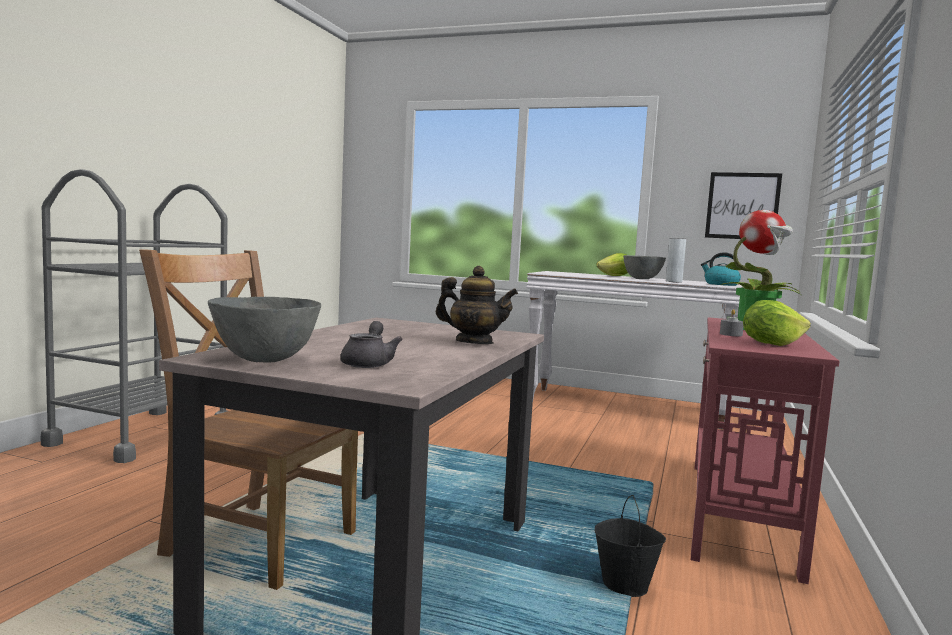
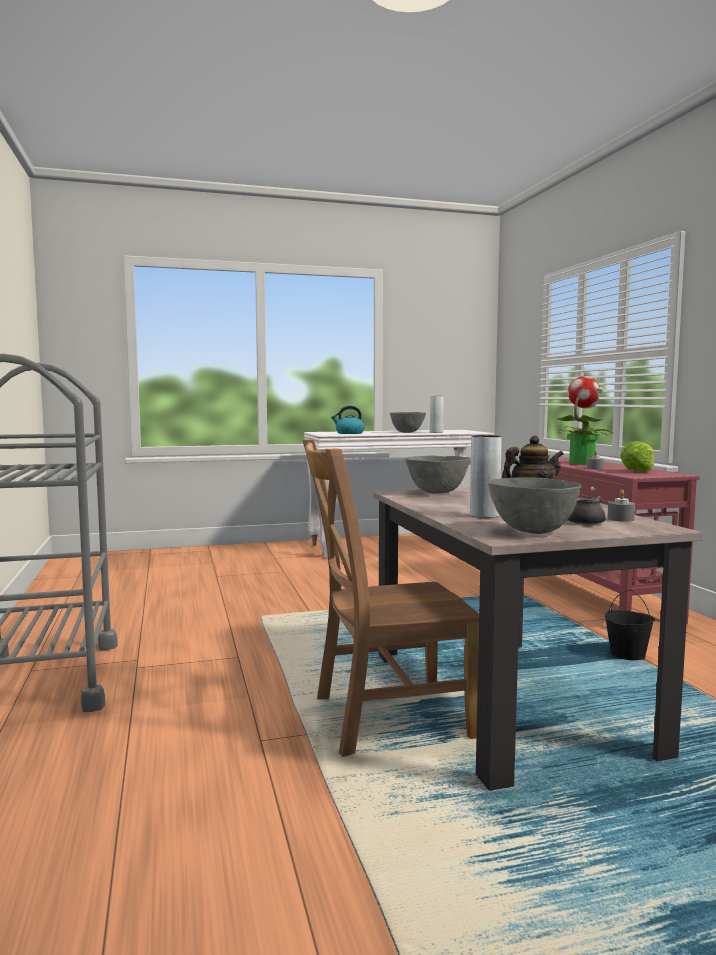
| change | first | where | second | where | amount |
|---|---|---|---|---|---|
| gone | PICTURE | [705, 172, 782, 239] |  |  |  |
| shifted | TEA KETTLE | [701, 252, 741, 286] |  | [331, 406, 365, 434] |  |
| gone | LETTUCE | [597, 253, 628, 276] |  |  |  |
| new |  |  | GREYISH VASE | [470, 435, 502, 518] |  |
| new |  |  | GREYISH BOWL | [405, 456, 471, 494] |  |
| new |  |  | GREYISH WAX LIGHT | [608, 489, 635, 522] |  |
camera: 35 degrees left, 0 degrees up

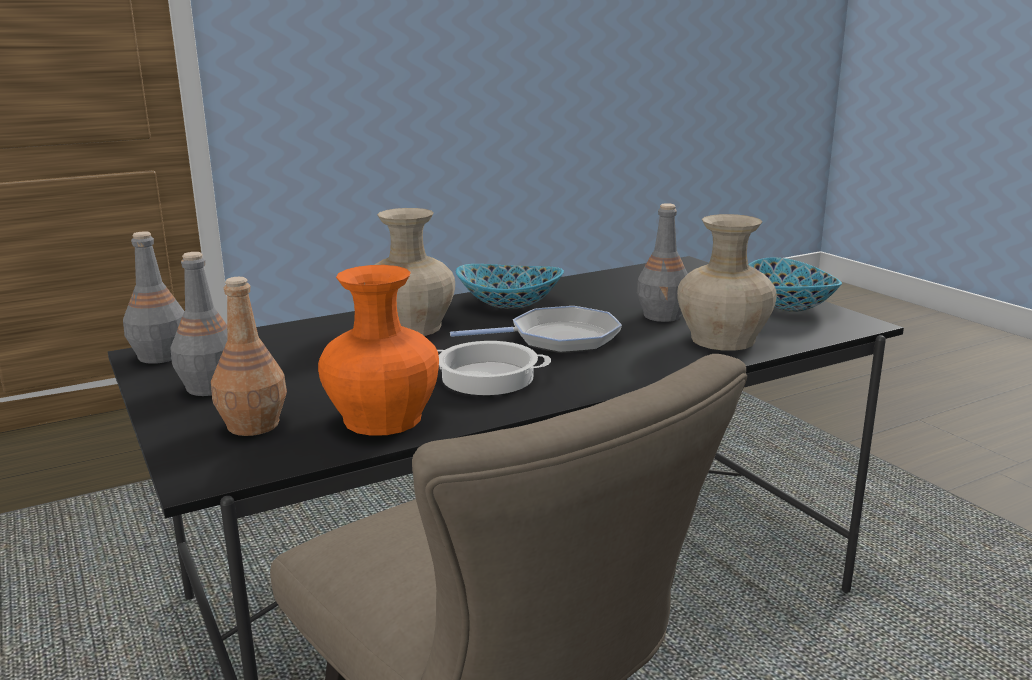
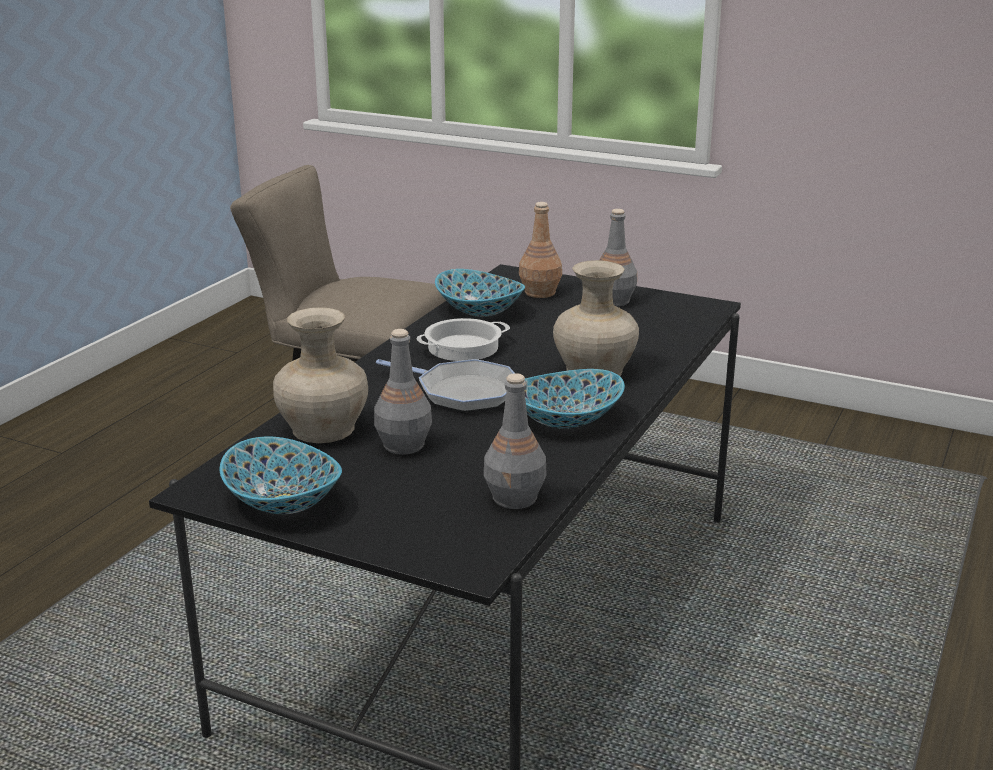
| change | first | where | second | where | amount |
|---|---|---|---|---|---|
| shifted | GREYISH BOTTLE | [123, 231, 184, 364] |  | [484, 373, 547, 509] |  |
| swapped | ORANGE VASE | [318, 265, 439, 436] | BOWL | [435, 269, 525, 317] |  |
| rotated | SKILLET | [450, 306, 622, 353] |  | [376, 359, 514, 412] | 105 degrees counterclockwise |
camera: 145 degrees right, 5 degrees up

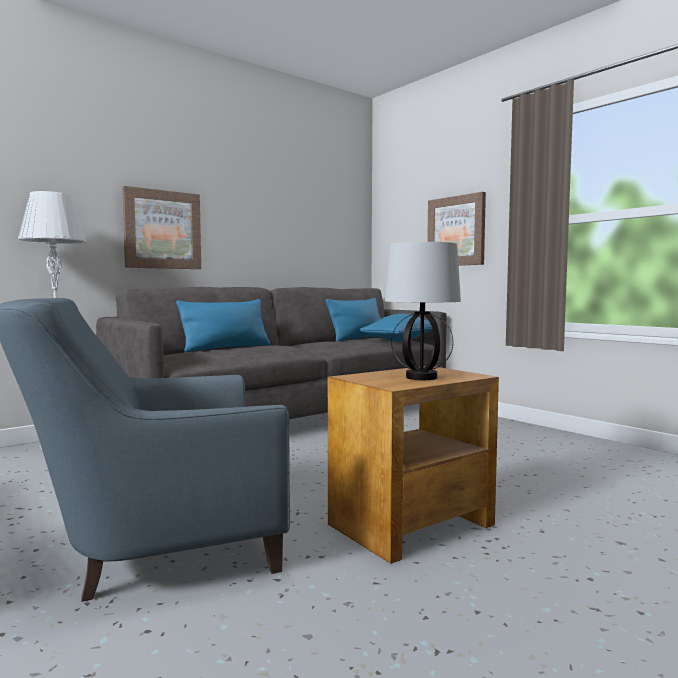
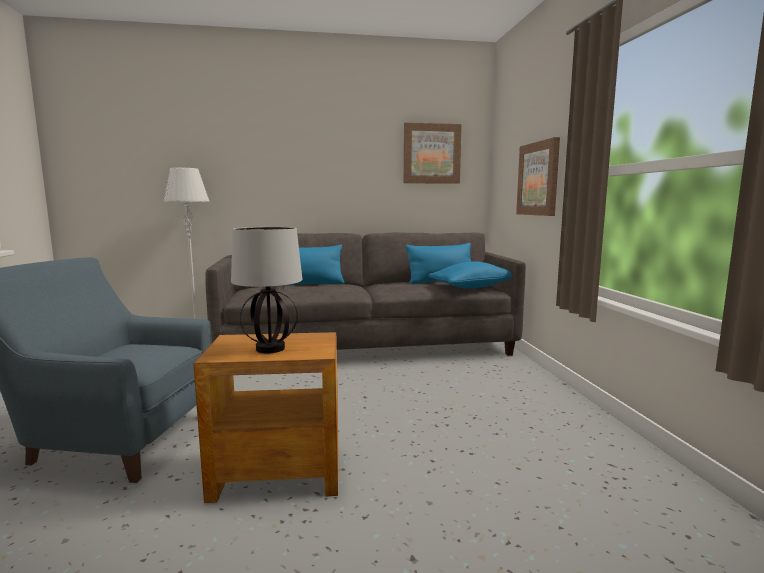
| change | first | where | second | where | amount |
|---|---|---|---|---|---|
| shifted | PICTURE | [122, 186, 201, 269] |  | [404, 123, 462, 184] |  |
camera: 30 degrees right, 5 degrees up

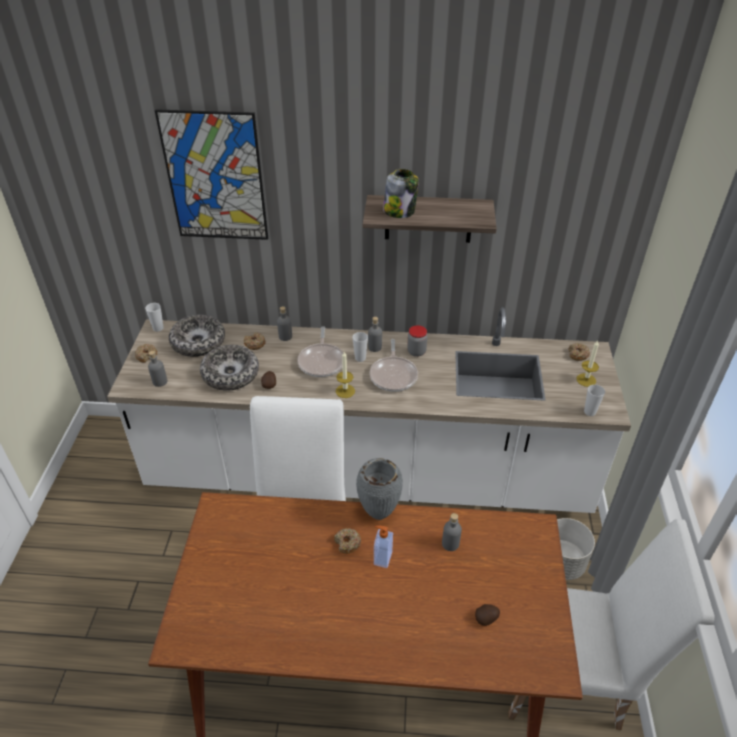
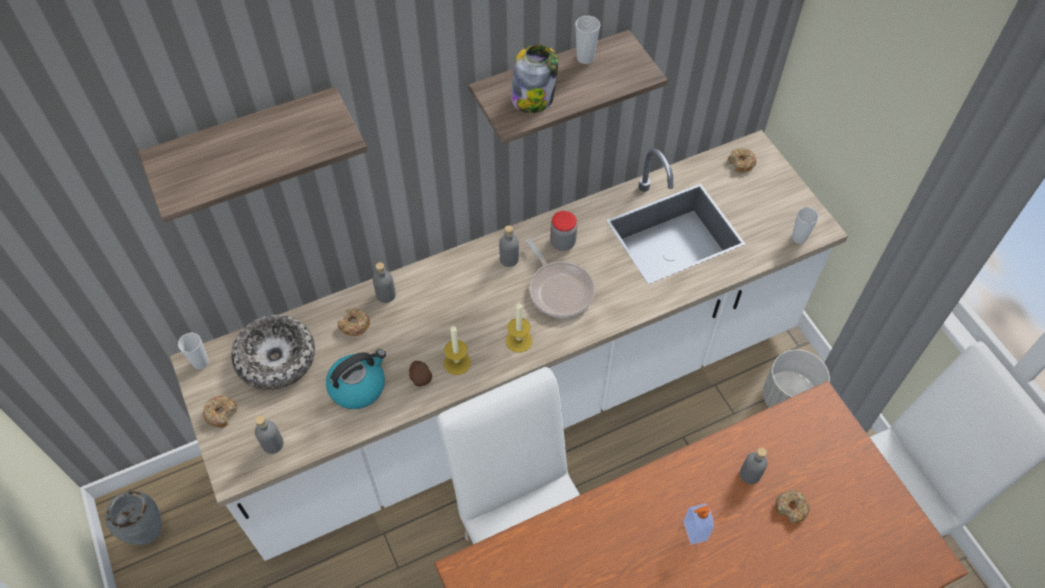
| change | first | where | second | where | amount |
|---|---|---|---|---|---|
| swapped | PICTURE | [155, 109, 268, 240] | WALL SHELF | [138, 87, 367, 223] |  |
| gone | SKILLET | [297, 326, 343, 377] |  |  |  |
| shifted | CUP | [352, 332, 368, 362] |  | [575, 16, 600, 64] |  |
| shifted | WAX LIGHT | [576, 340, 599, 387] |  | [444, 326, 471, 375] |  |
| swapped | BOWL | [200, 345, 259, 391] | TEA KETTLE | [326, 349, 386, 409] |  |
| shifted | GREYISH VASE | [356, 458, 403, 520] |  | [105, 491, 162, 545] |  |
| shifted | DONUT | [334, 528, 361, 554] |  | [775, 490, 810, 524] |  |
| gone | SPUD | [475, 604, 500, 626] |  |  |  |
camera: 30 degrees left, 15 degrees up

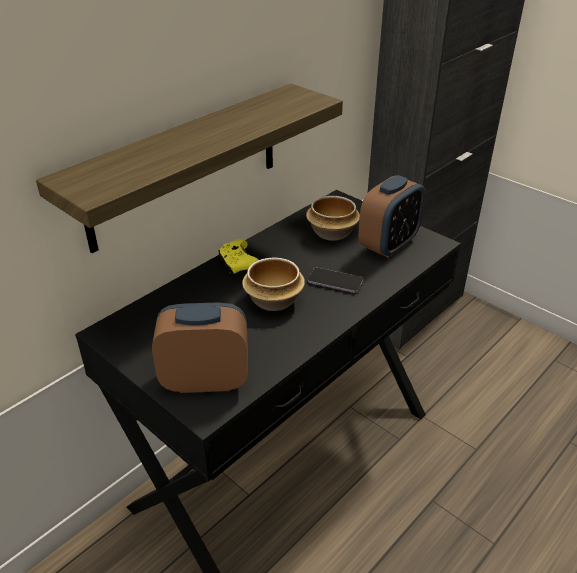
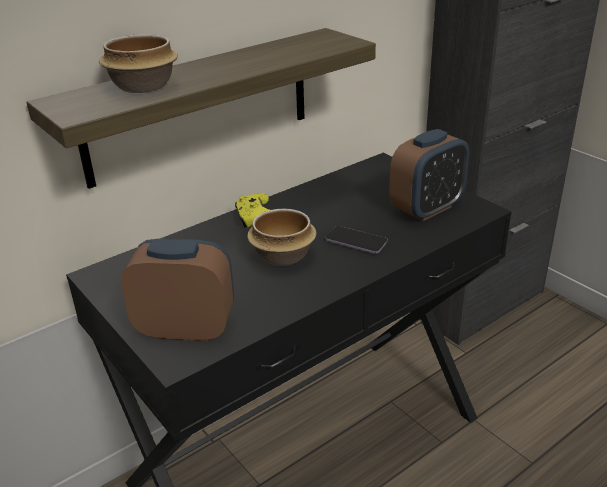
| change | first | where | second | where | amount |
|---|---|---|---|---|---|
| shifted | BOWL | [306, 196, 360, 241] |  | [99, 34, 178, 93] |  |
camera: 10 degrees right, 5 degrees down

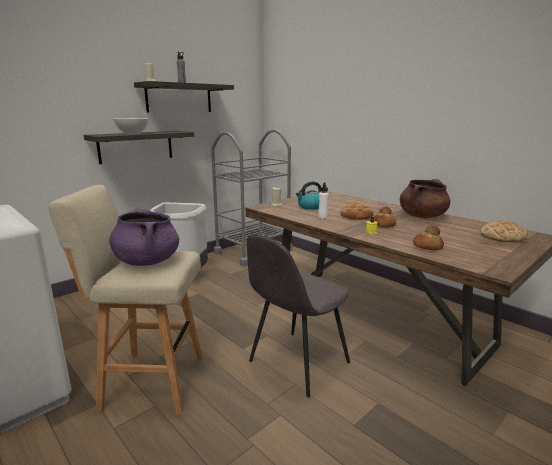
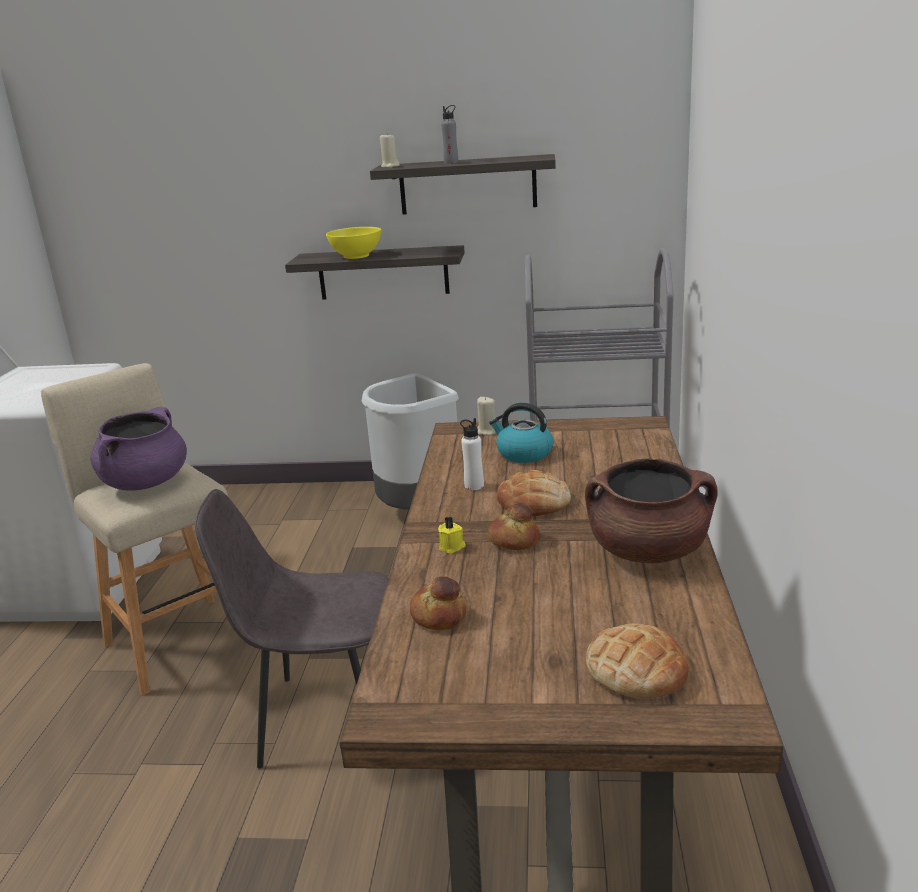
| change | first | where | second | where | amount |
|---|---|---|---|---|---|
| repainted | WHITE BOWL | [113, 118, 148, 134] | YELLOW BOWL | [326, 227, 381, 259] |  |
camera: 50 degrees right, 5 degrees up

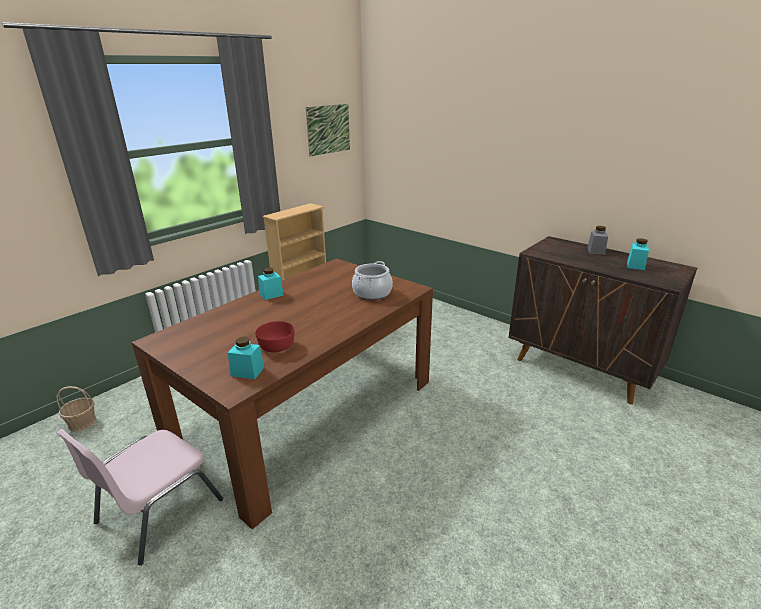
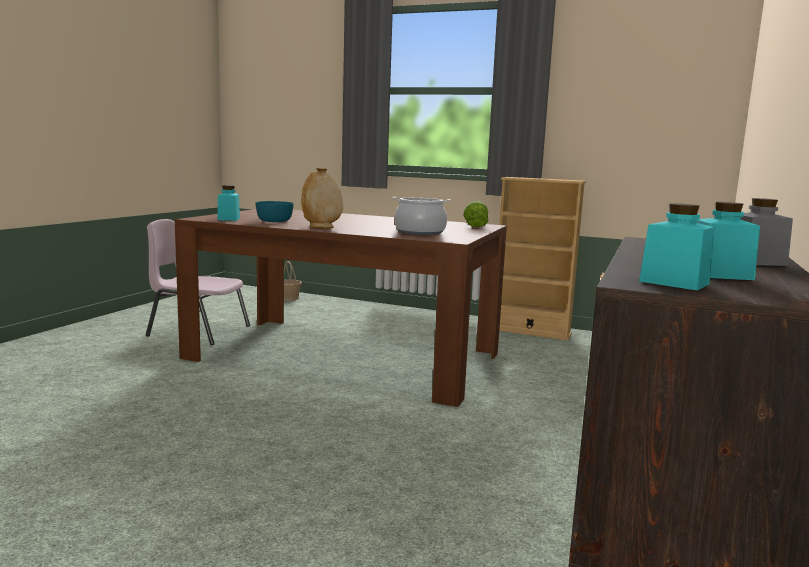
| change | first | where | second | where | amount |
|---|---|---|---|---|---|
| gone | PICTURE | [306, 104, 350, 156] |  |  |  |
| shifted | BLUE-GREEN STORAGE JAR | [258, 268, 284, 300] |  | [639, 203, 715, 291] |  |
| repainted | RED-COLOURED BOWL | [255, 321, 294, 353] | BLUE-GREEN BOWL | [255, 201, 294, 222] |  |
| new |  |  | BEIGE VASE | [301, 168, 343, 229] |  |
| new |  |  | LETTUCE | [463, 201, 488, 227] |  |
camera: 70 degrees right, 15 degrees down

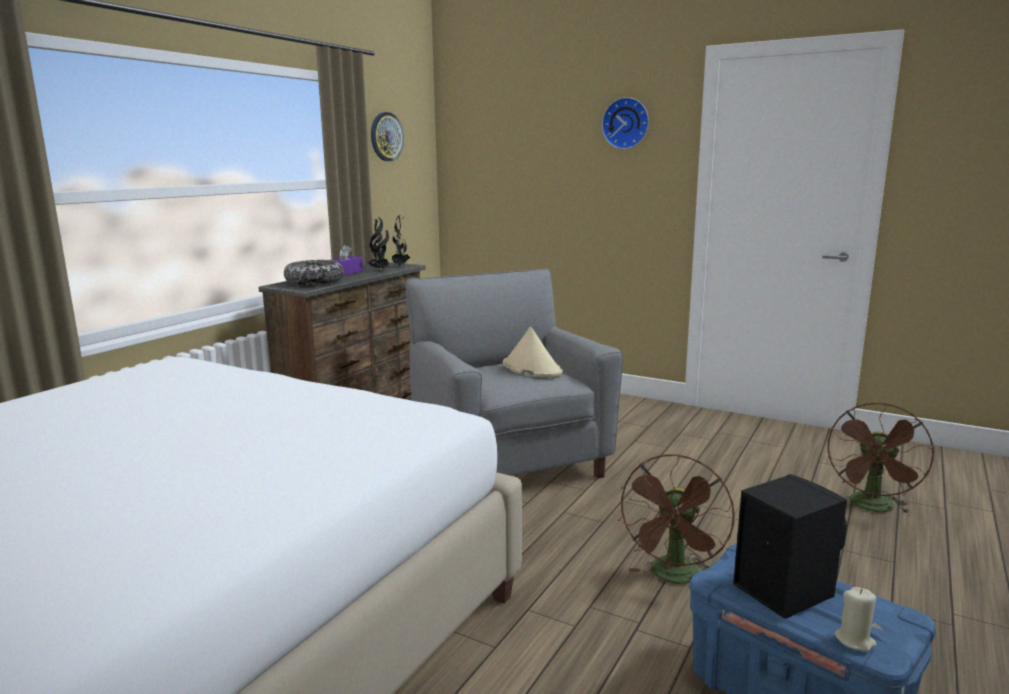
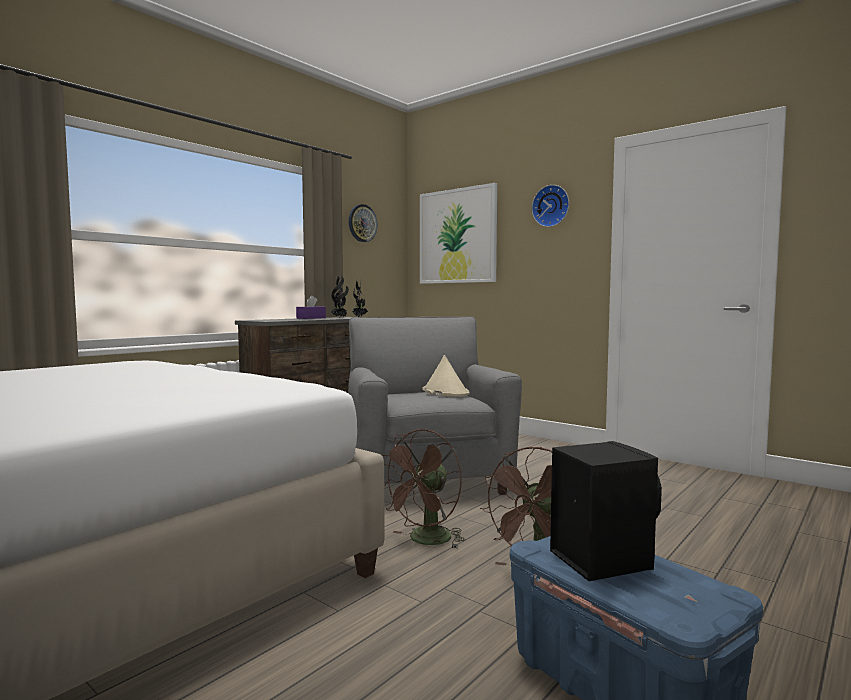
| change | first | where | second | where | amount |
|---|---|---|---|---|---|
| gone | BOWL | [284, 260, 344, 285] |  |  |  |
| shifted | BROWN FAN | [828, 403, 934, 514] |  | [382, 429, 465, 548] |  |
| gone | BEIGE WAX LIGHT | [834, 587, 877, 652] |  |  |  |
| new |  |  | PICTURE | [420, 183, 497, 284] |  |
camera: 10 degrees right, 10 degrees down

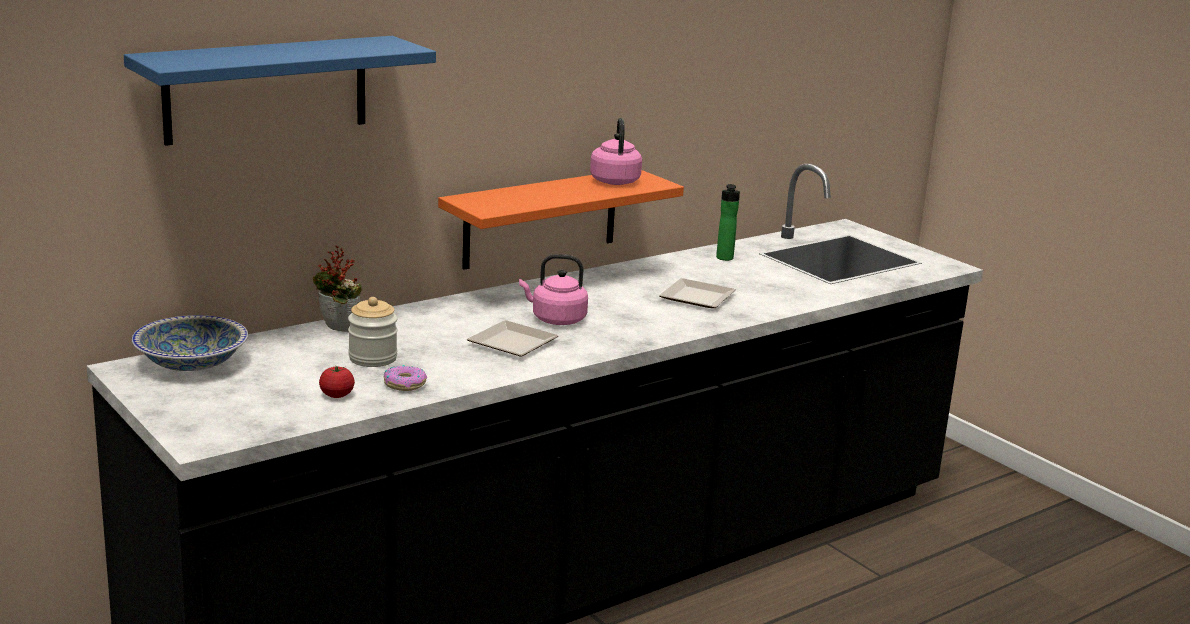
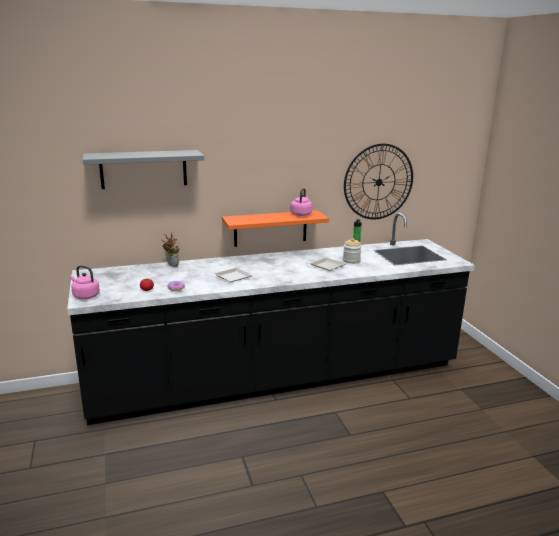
| change | first | where | second | where | amount |
|---|---|---|---|---|---|
| repainted | BLUISH WALL SHELF | [124, 36, 436, 146] | GREYISH WALL SHELF | [83, 150, 204, 189] |  |
| shifted | PINK-COLOURED TEA KETTLE | [519, 254, 588, 325] |  | [70, 265, 100, 299] |  |
| shifted | STORAGE JAR | [348, 297, 398, 367] |  | [343, 238, 361, 264] |  |
| gone | BOWL | [132, 315, 248, 371] |  |  |  |
| new |  |  | HANGING CLOCK | [344, 144, 413, 219] |  |
camera: 20 degrees right, 0 degrees up

